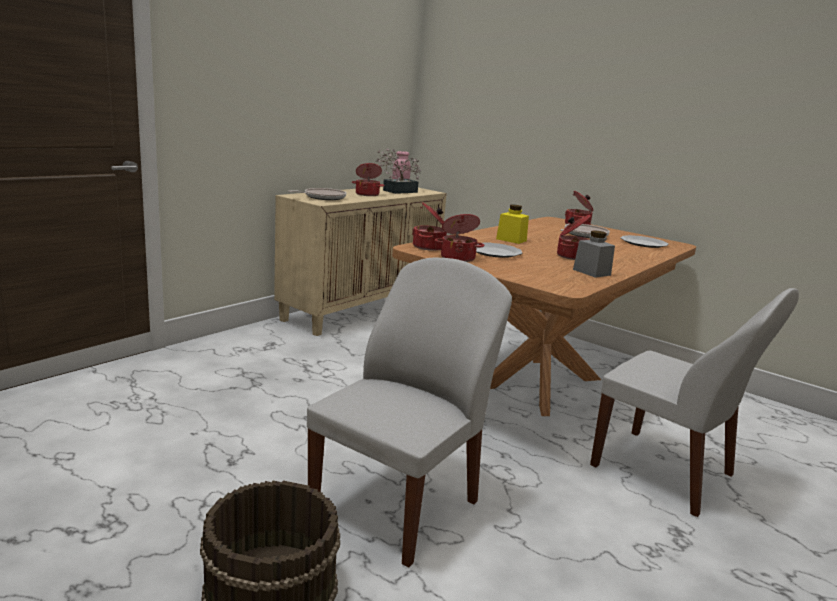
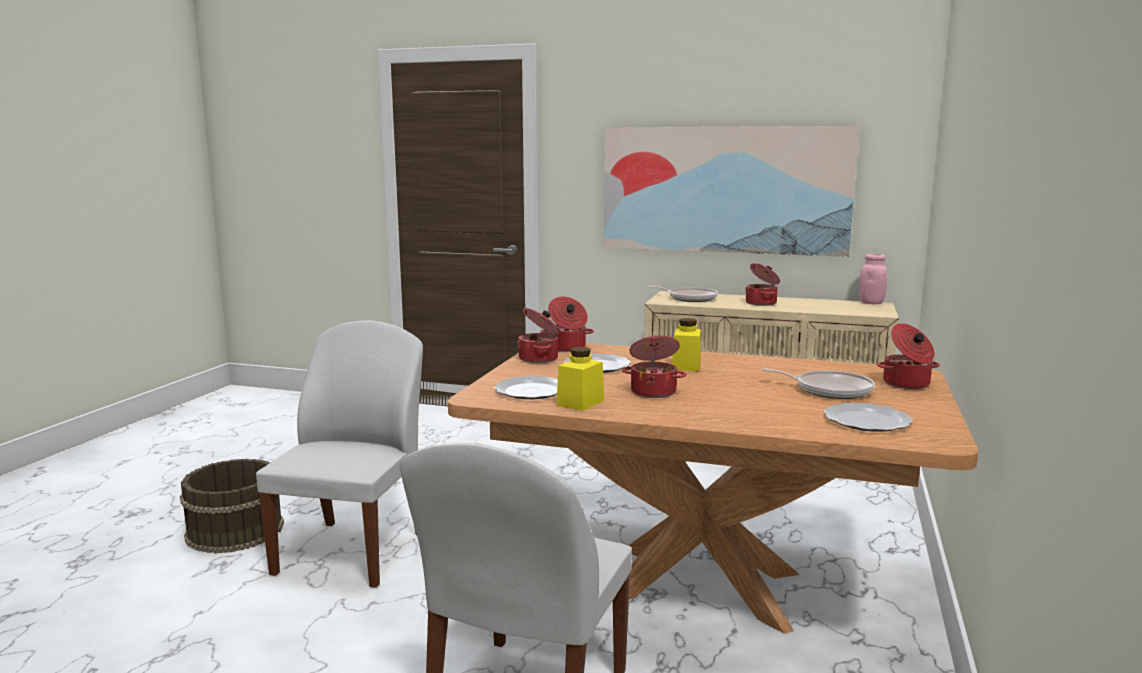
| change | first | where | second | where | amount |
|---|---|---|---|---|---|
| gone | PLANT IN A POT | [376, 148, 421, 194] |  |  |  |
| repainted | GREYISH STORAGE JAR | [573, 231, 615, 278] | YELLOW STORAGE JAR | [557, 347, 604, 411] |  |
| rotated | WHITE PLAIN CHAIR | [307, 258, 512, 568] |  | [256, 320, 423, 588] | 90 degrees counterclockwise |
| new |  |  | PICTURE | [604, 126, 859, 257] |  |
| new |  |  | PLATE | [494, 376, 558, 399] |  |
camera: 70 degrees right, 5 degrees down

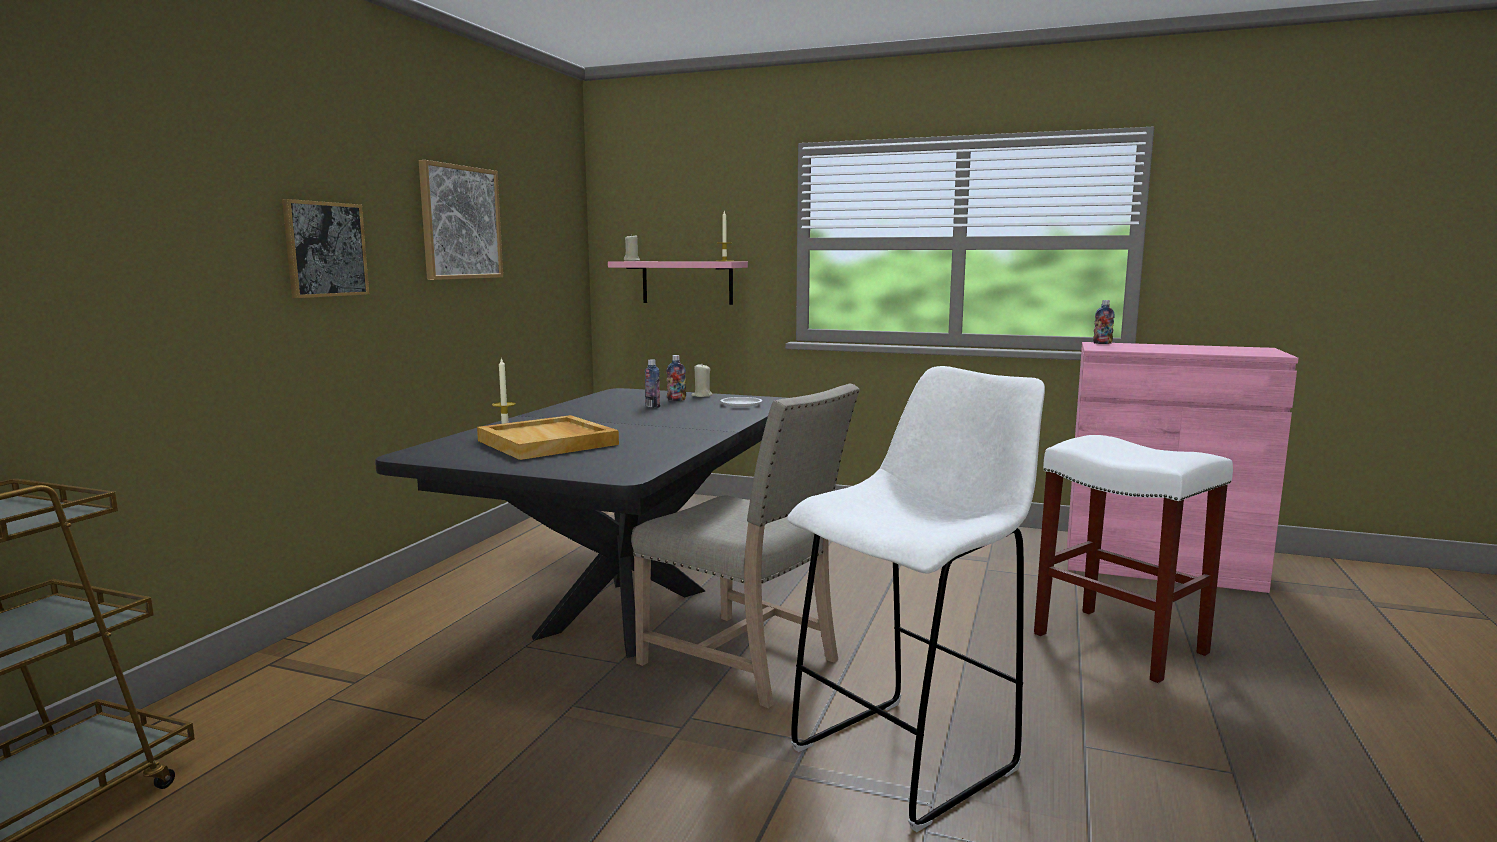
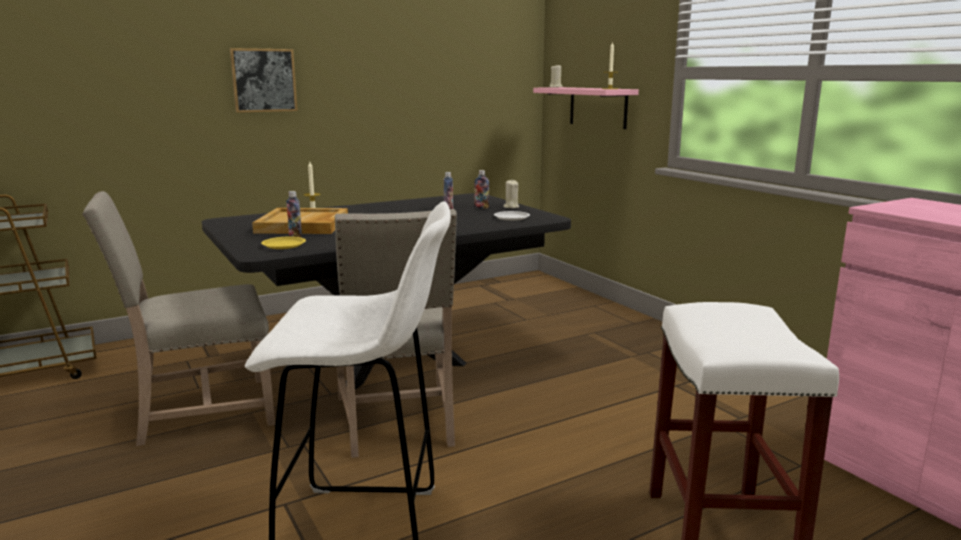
| change | first | where | second | where | amount |
|---|---|---|---|---|---|
| gone | PICTURE | [419, 160, 503, 280] |  |  |  |
| shifted | BOTTLE | [1093, 300, 1115, 344] |  | [286, 191, 302, 238] |  |
| new |  |  | BEIGE PLAIN CHAIR | [82, 191, 275, 446] |  |
| new |  |  | YELLOW PLATE | [261, 237, 306, 249] |  |
camera: 40 degrees right, 5 degrees up

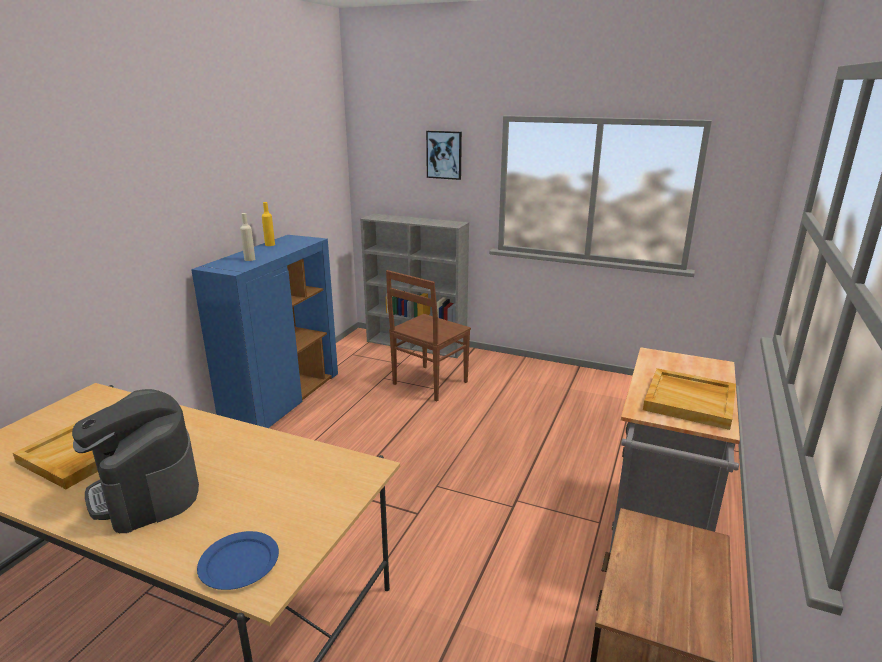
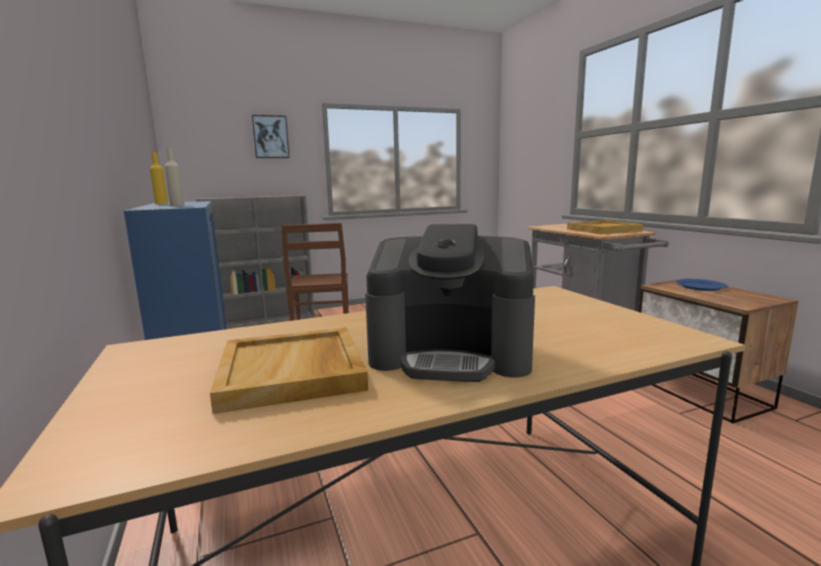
| change | first | where | second | where | amount |
|---|---|---|---|---|---|
| shifted | BLUISH PLATE | [197, 531, 279, 590] |  | [676, 279, 728, 291] |  |
camera: 45 degrees left, 10 degrees down

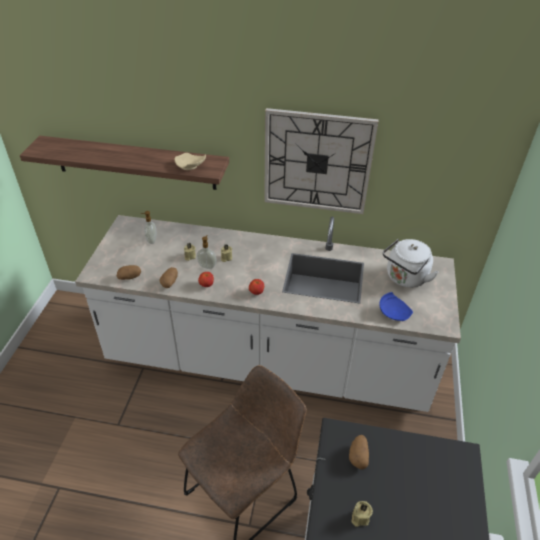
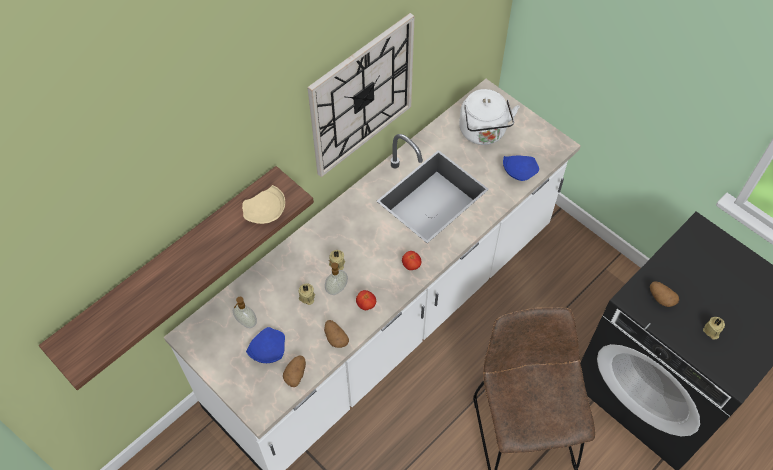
| change | first | where | second | where | amount |
|---|---|---|---|---|---|
| new |  |  | BLUISH PLATE | [246, 327, 285, 363] |  |
camera: 55 degrees left, 15 degrees up

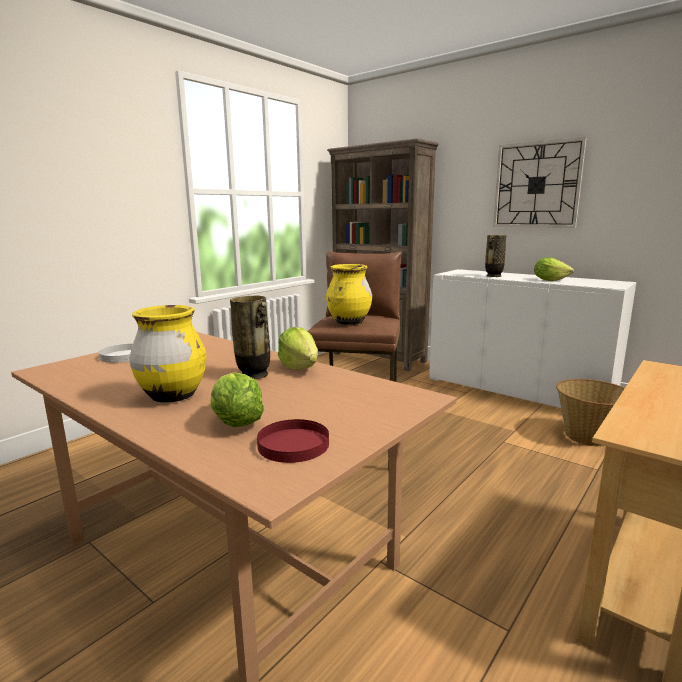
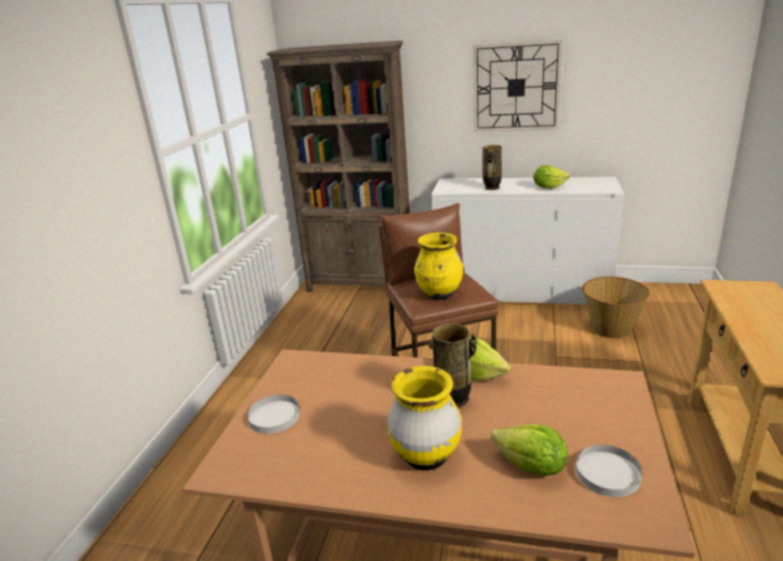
| change | first | where | second | where | amount |
|---|---|---|---|---|---|
| repainted | RED-COLOURED PLATE | [257, 419, 329, 463] | WHITE PLATE | [576, 445, 642, 497] |  |
camera: 25 degrees left, 10 degrees up

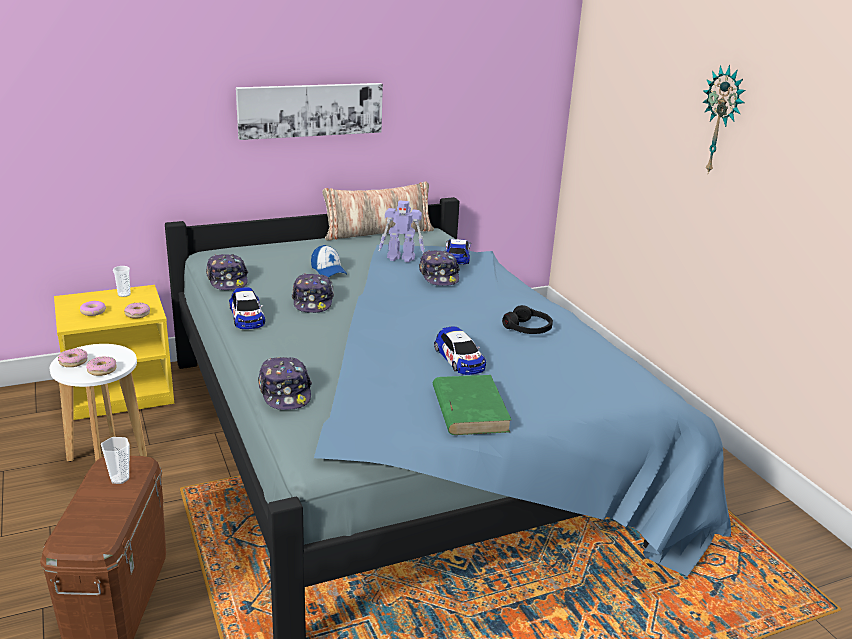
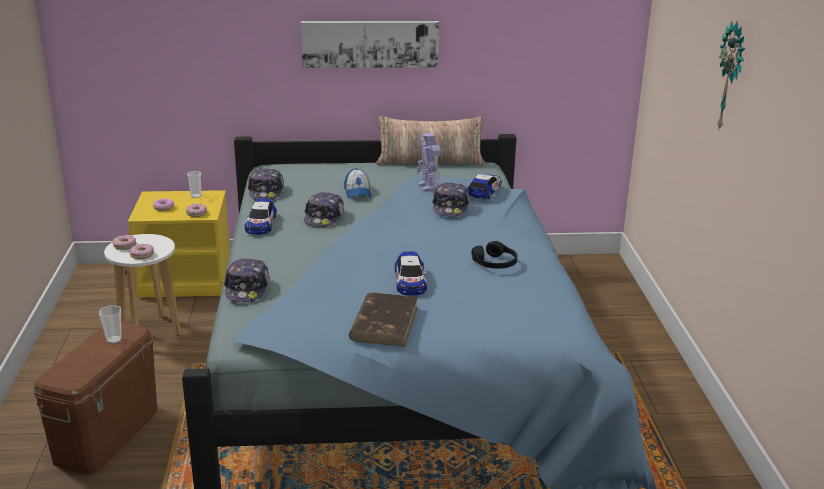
| change | first | where | second | where | amount |
|---|---|---|---|---|---|
| rotated | ROBOT FIGURE | [379, 200, 425, 262] |  | [417, 133, 440, 192] | 45 degrees clockwise |
| repainted | GREEN BOUND BOOK | [433, 375, 512, 435] | BROWN BOUND BOOK | [349, 292, 418, 347] |  |
camera: 20 degrees right, 0 degrees up

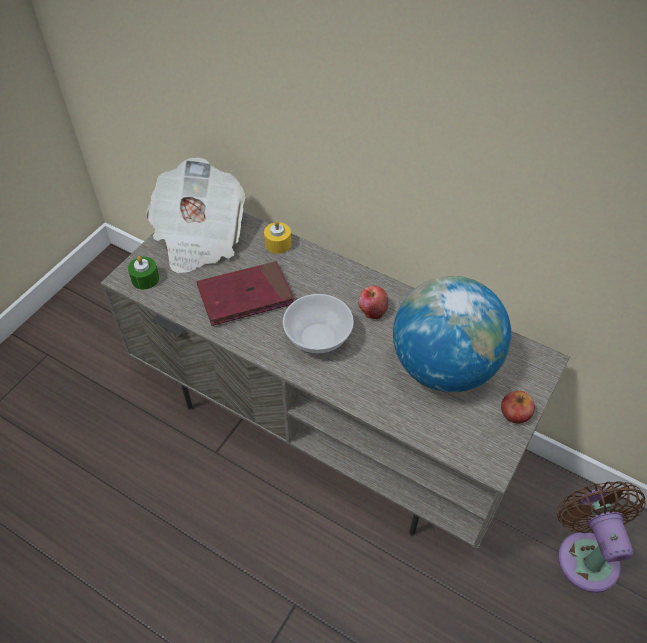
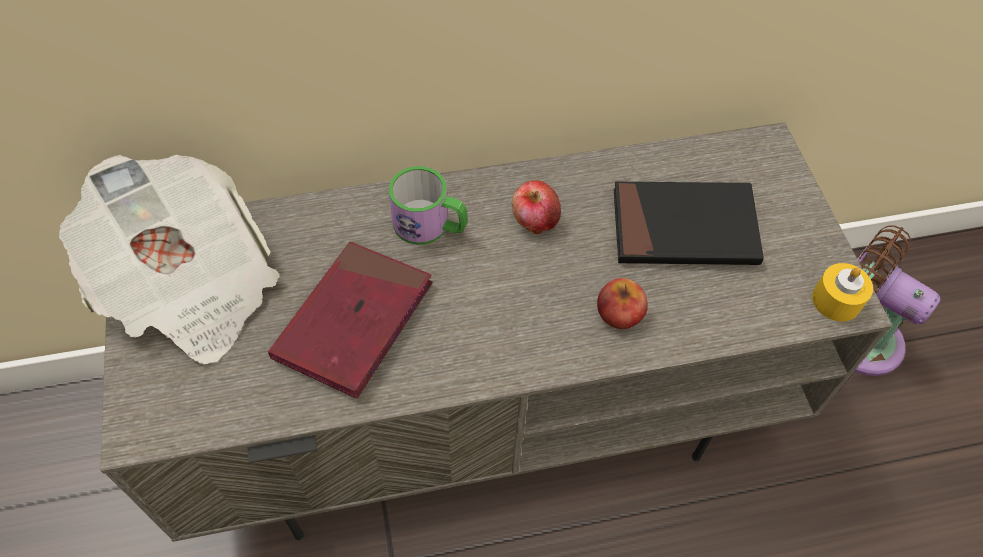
| change | first | where | second | where | amount |
|---|---|---|---|---|---|
| shifted | YELLOW WAX LIGHT | [264, 221, 291, 254] |  | [812, 263, 873, 321] |  |
| gone | GREEN WAX LIGHT | [128, 256, 159, 290] |  |  |  |
| swapped | DESK GLOBE | [393, 276, 511, 392] | BLACKISH BOUND BOOK | [614, 182, 764, 265] |  |
| gone | BOWL | [283, 294, 354, 354] |  |  |  |
| shifted | APPLE FRUIT | [501, 391, 535, 423] |  | [597, 278, 648, 329] |  |
| new |  |  | COFFEE MUG | [389, 166, 468, 245] |  |
camera: 45 degrees left, 5 degrees up

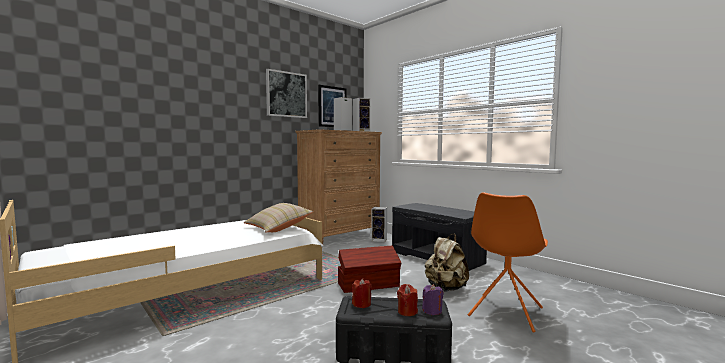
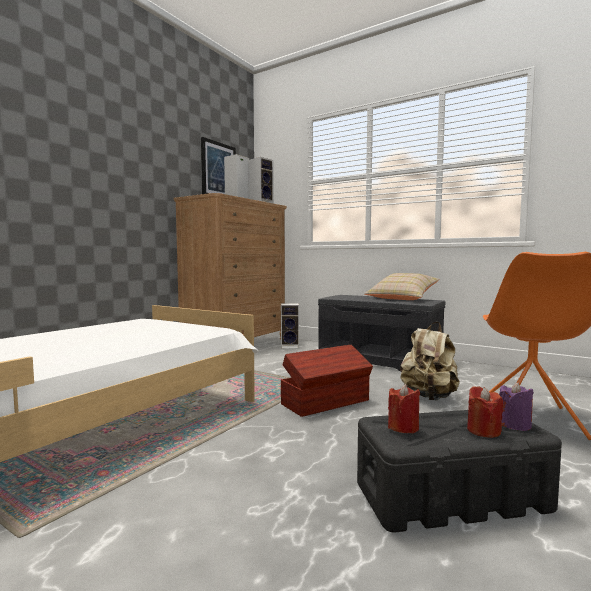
| change | first | where | second | where | amount |
|---|---|---|---|---|---|
| gone | PICTURE | [266, 69, 307, 118] |  |  |  |
| shifted | BEIGE CUSHION | [244, 203, 313, 233] |  | [364, 273, 439, 300] |  |
camera: 15 degrees left, 0 degrees up

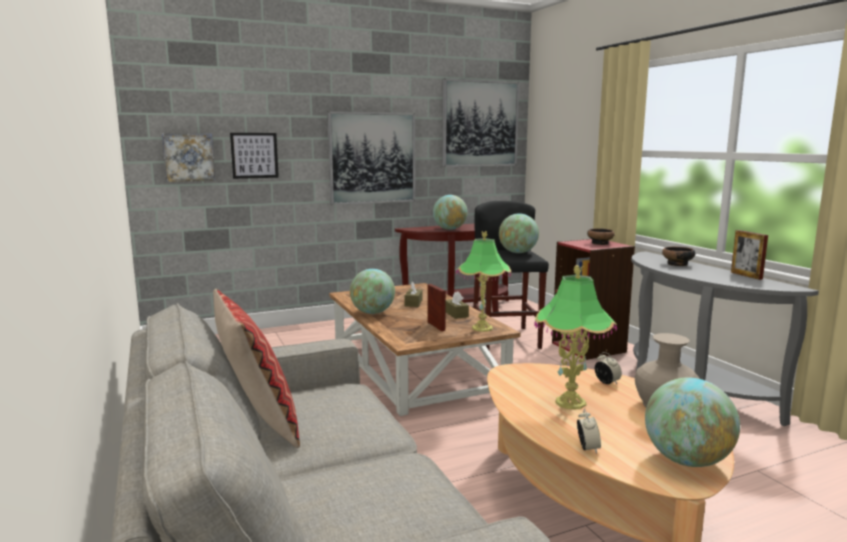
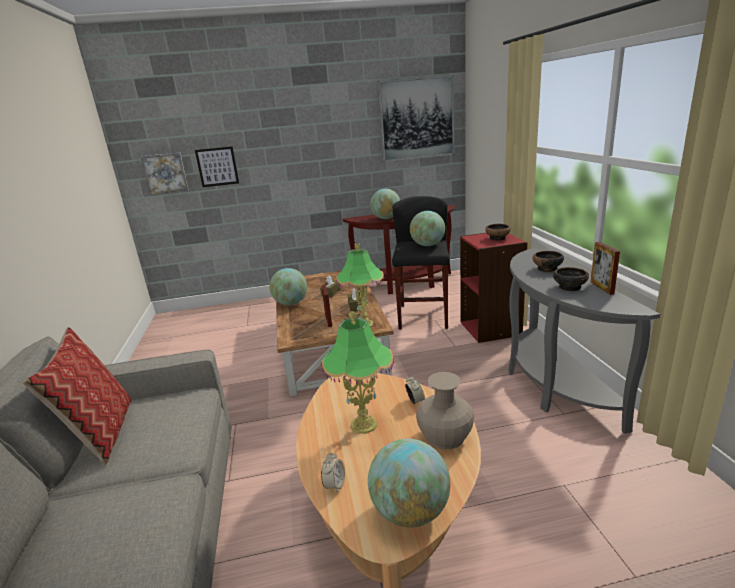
| change | first | where | second | where | amount |
|---|---|---|---|---|---|
| gone | PICTURE | [327, 111, 415, 205] |  |  |  |
| new |  |  | BOWL | [553, 267, 589, 291] |  |
camera: 15 degrees right, 10 degrees up

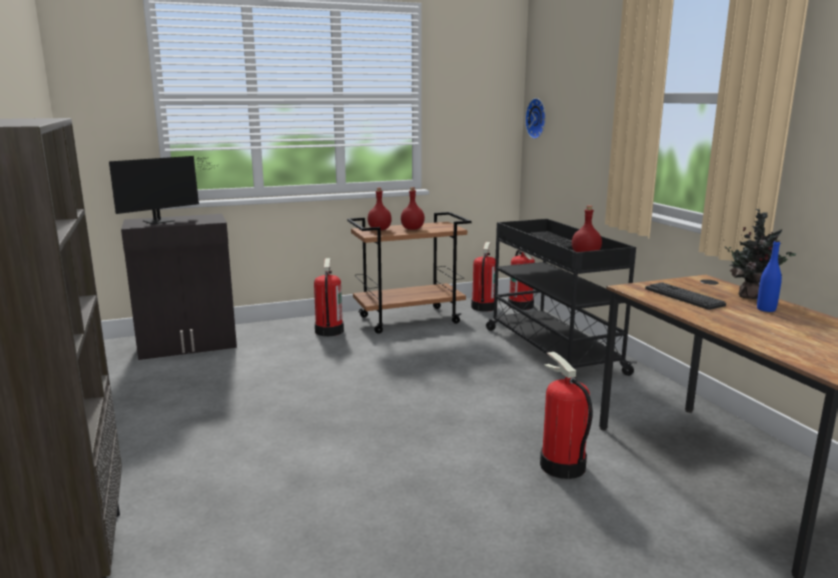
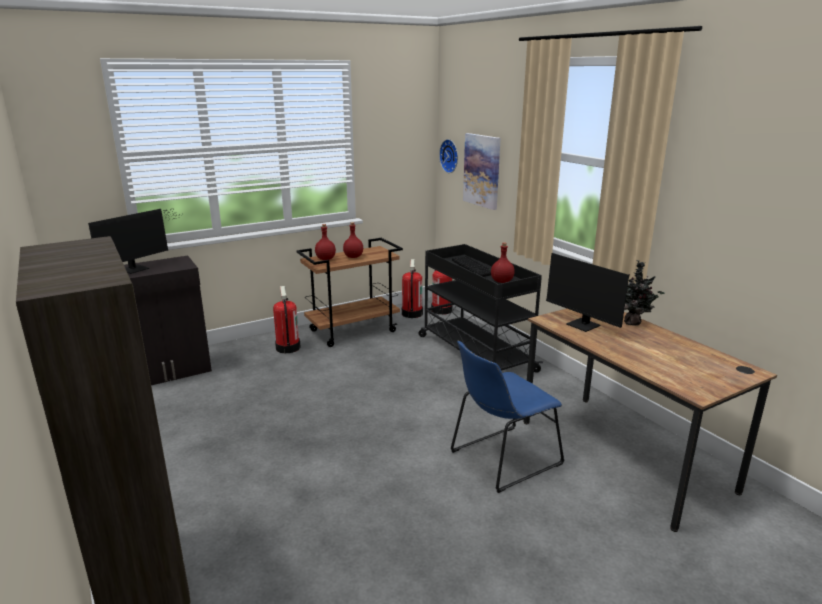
| change | first | where | second | where | amount |
|---|---|---|---|---|---|
| gone | BLUISH BOTTLE | [757, 240, 782, 312] |  |  |  |
| swapped | KEYBOARD | [645, 282, 726, 310] | MONITOR | [546, 253, 651, 332] |  |
| swapped | EXTINGUISHER | [540, 352, 593, 479] | BLUISH PLAIN CHAIR | [450, 340, 564, 493] |  |
| new |  |  | PICTURE | [463, 133, 501, 210] |  |
camera: 10 degrees left, 5 degrees up

